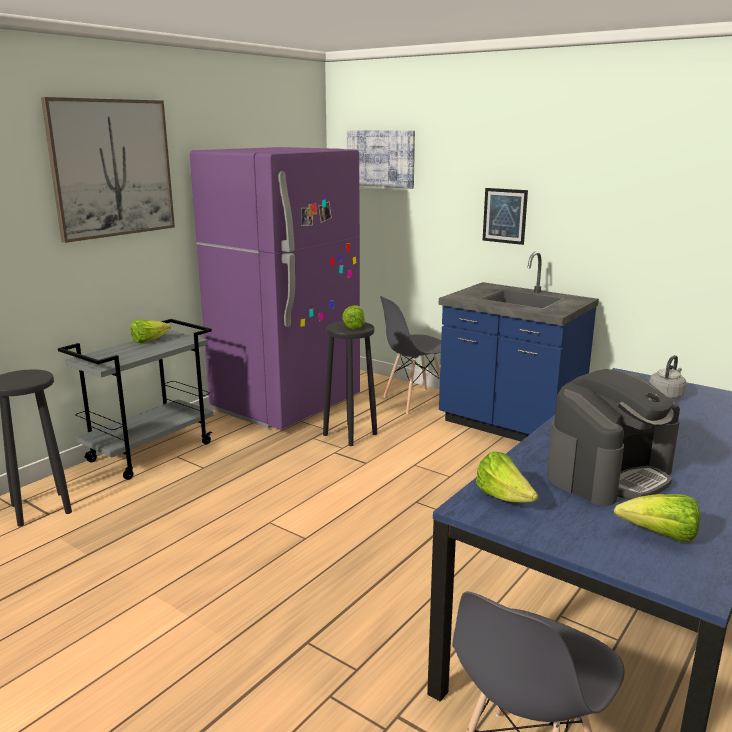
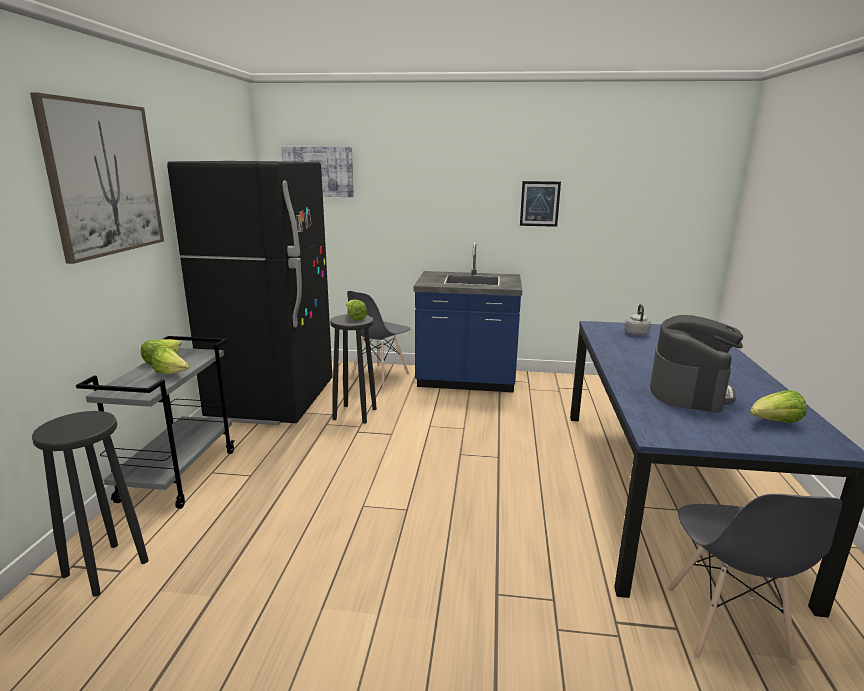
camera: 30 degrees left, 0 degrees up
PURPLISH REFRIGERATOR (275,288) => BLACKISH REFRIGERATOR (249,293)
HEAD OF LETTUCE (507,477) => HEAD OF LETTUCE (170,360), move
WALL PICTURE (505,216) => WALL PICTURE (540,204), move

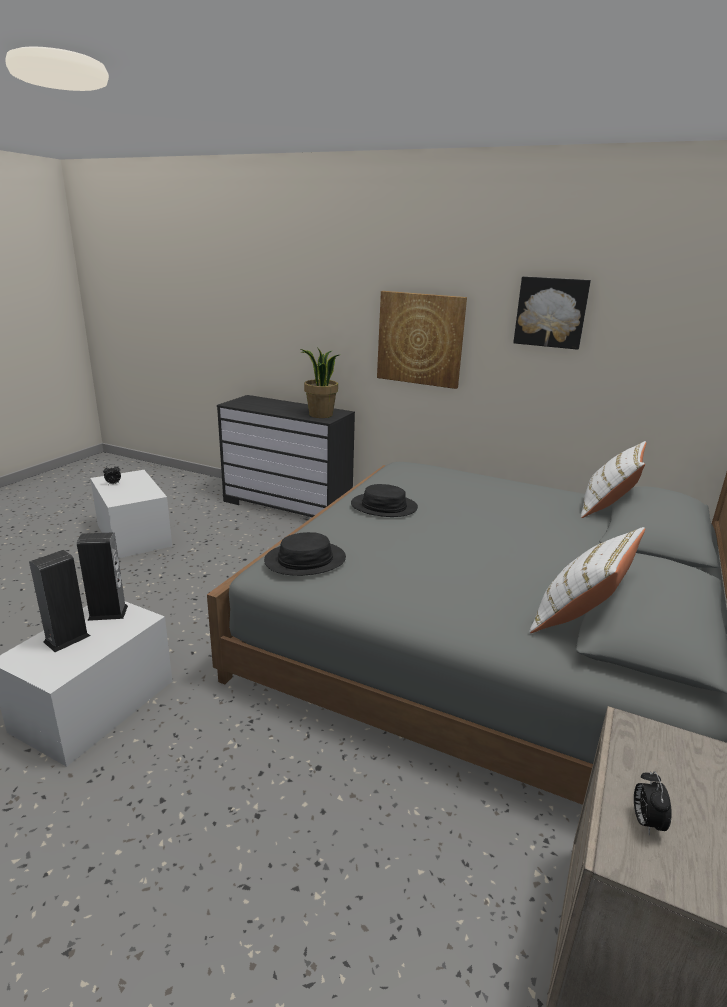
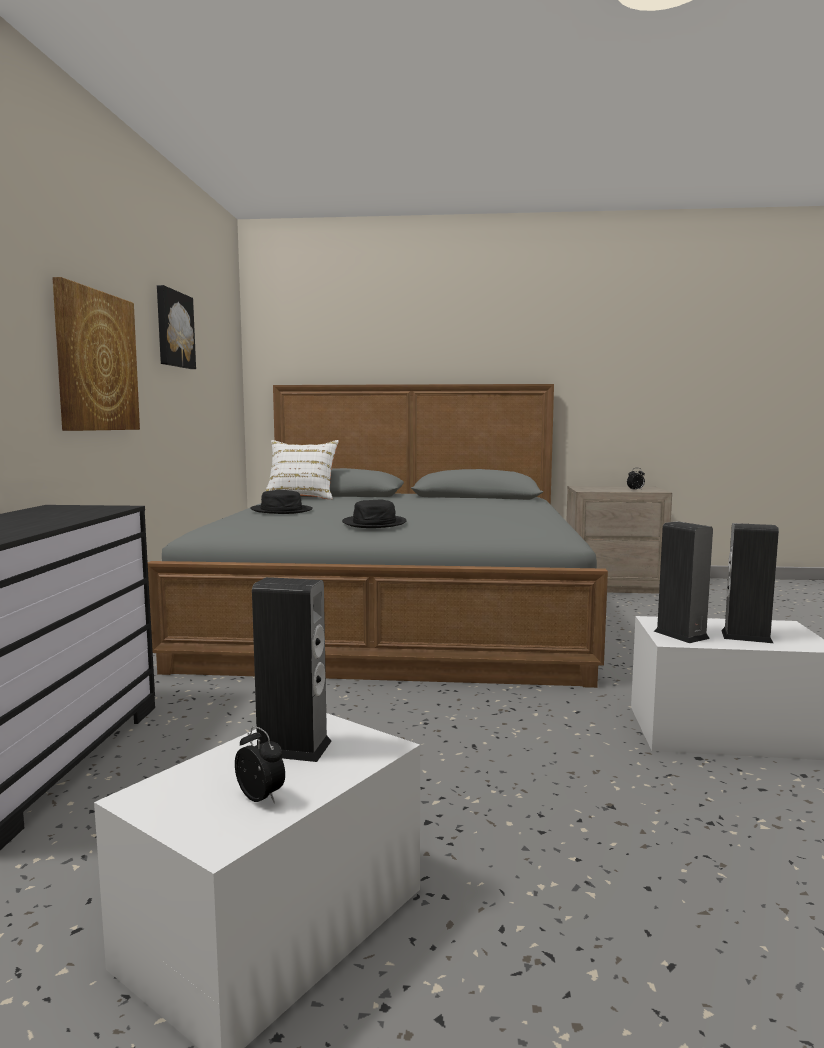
camera: 110 degrees left, 15 degrees down
BLACKISH WEARABLE HAT (305,554) => BLACKISH WEARABLE HAT (281,502), move
POTTED PLANT (320,382) => nothing
WHITE PILLOW (587,580) => nothing
nothing => LOUDSPEAKER (292,669)

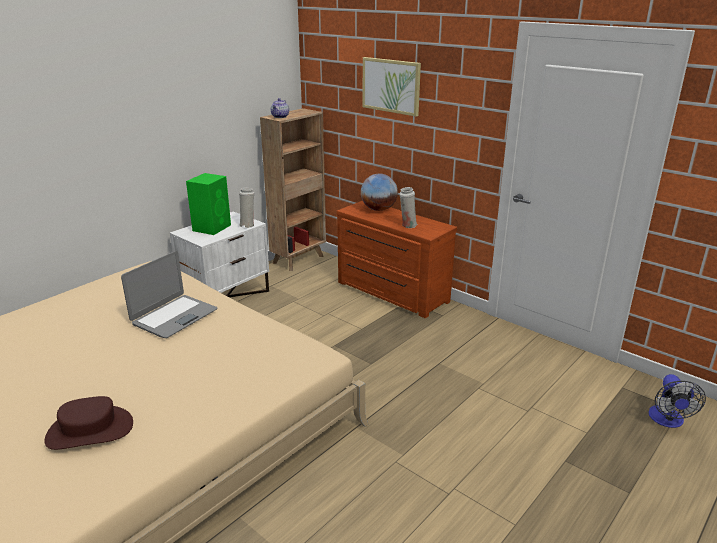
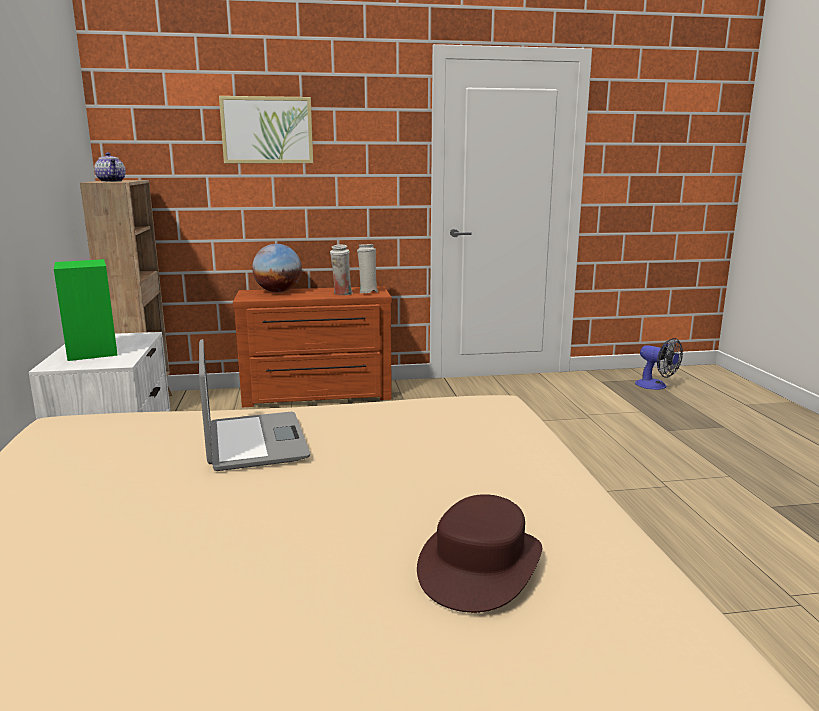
camera: 50 degrees left, 10 degrees down
WHITE DECORATIVE VASE (246,208) => WHITE DECORATIVE VASE (367,268), move

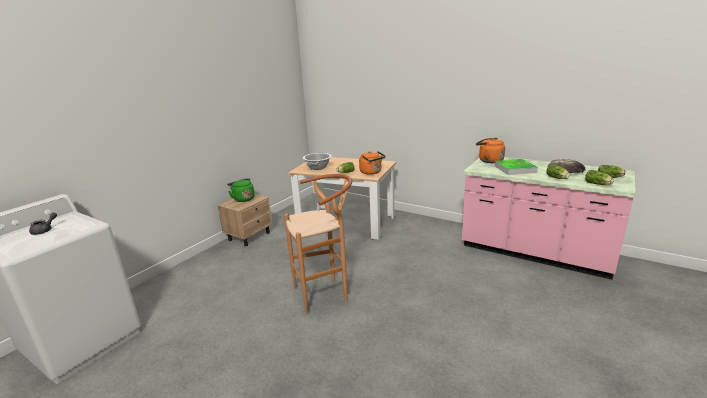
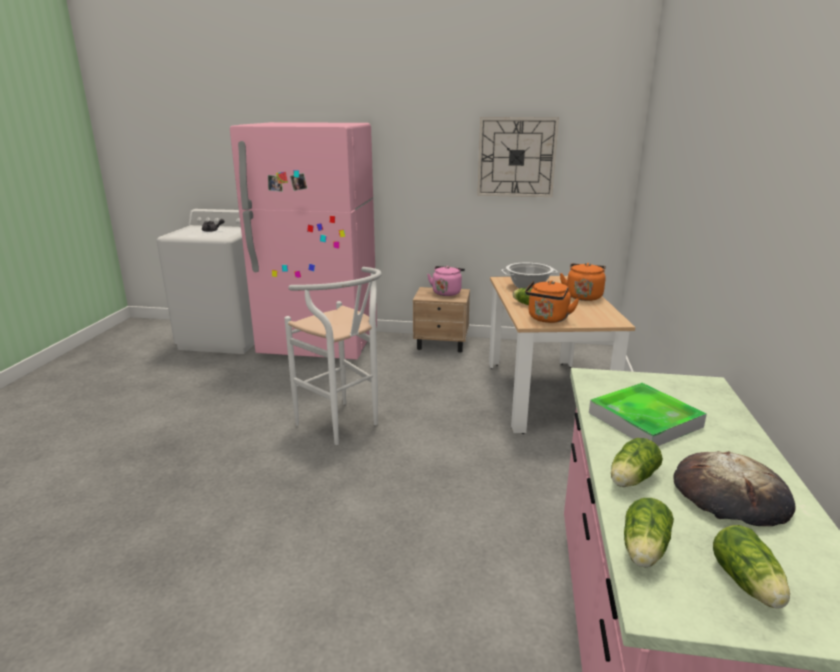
camera: 65 degrees right, 0 degrees up
GREENISH WATER KETTLE (240,190) => PINK WATER KETTLE (446,281)
BROWNISH STOOL SEAT (318,244) => WHITE STOOL SEAT (333,356)
ORANGE-COLOURED WATER KETTLE (490,150) => ORANGE-COLOURED WATER KETTLE (583,282), move
nothing => PINK REFRIGERATOR (303,241)
nothing => WALL CLOCK (518,157)

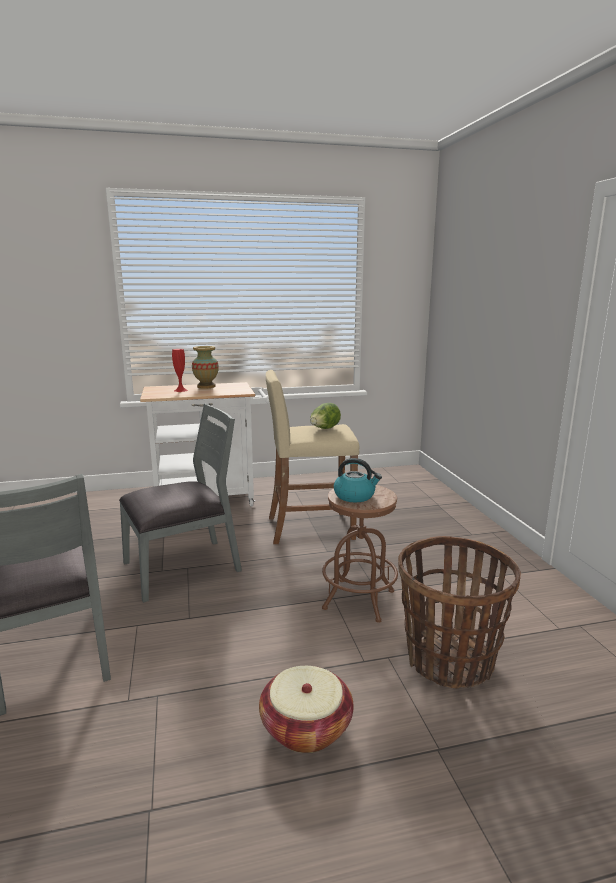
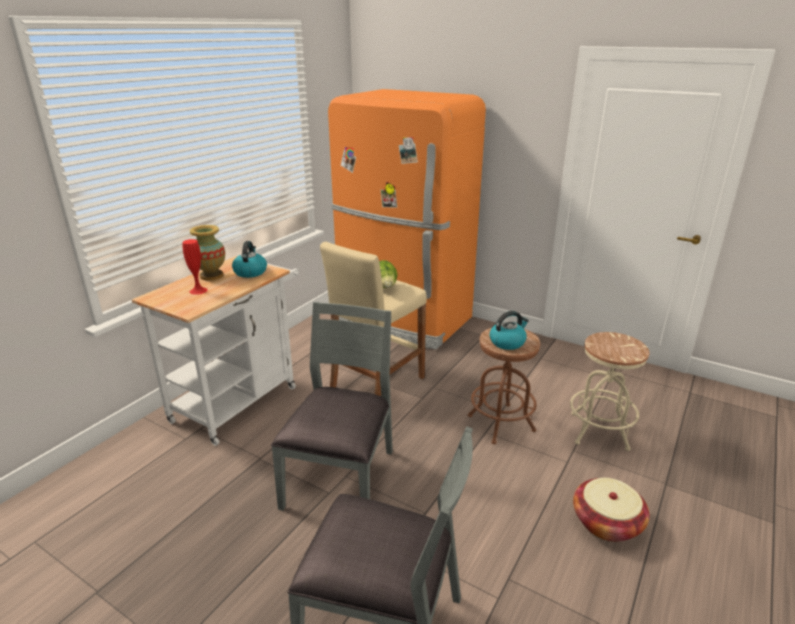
camera: 45 degrees left, 10 degrees up
STORAGE BASKET (459,612) => BEIGE STOOL SEAT (610,391)
nothing => WATER KETTLE (249,259)
nothing => ORANGE-COLOURED REFRIGERATOR (407,219)

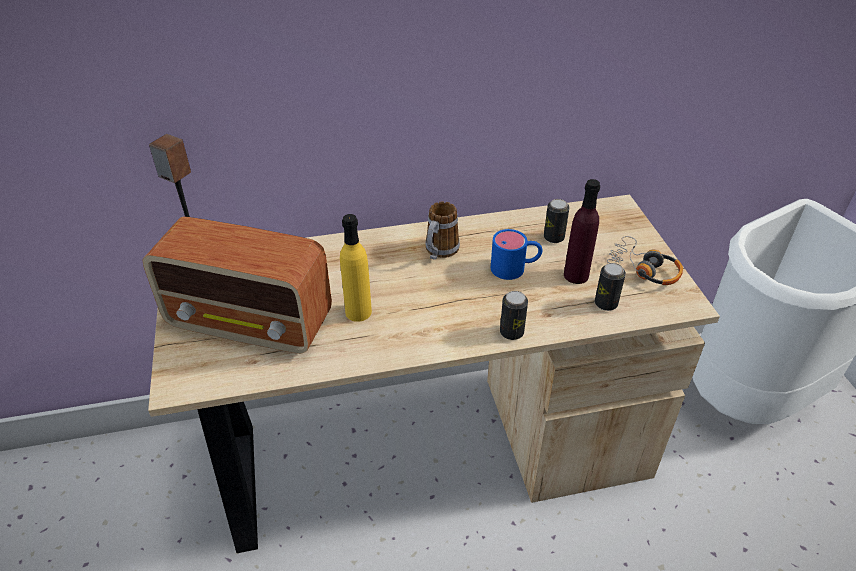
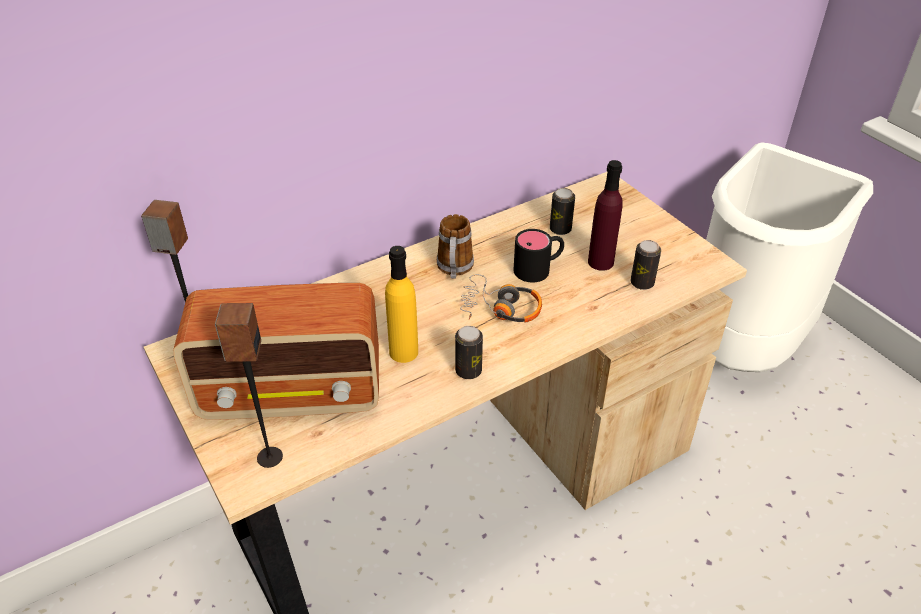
camera: 20 degrees left, 0 degrees up
BLUE-COLOURED MUG (516,254) => BLACKISH MUG (539,256)
SEALED CAN (514,315) => SEALED CAN (469,352), move
HEADPHONES (645,260) => HEADPHONES (501,298), move
nothing => LOUDSPEAKER (249,385)

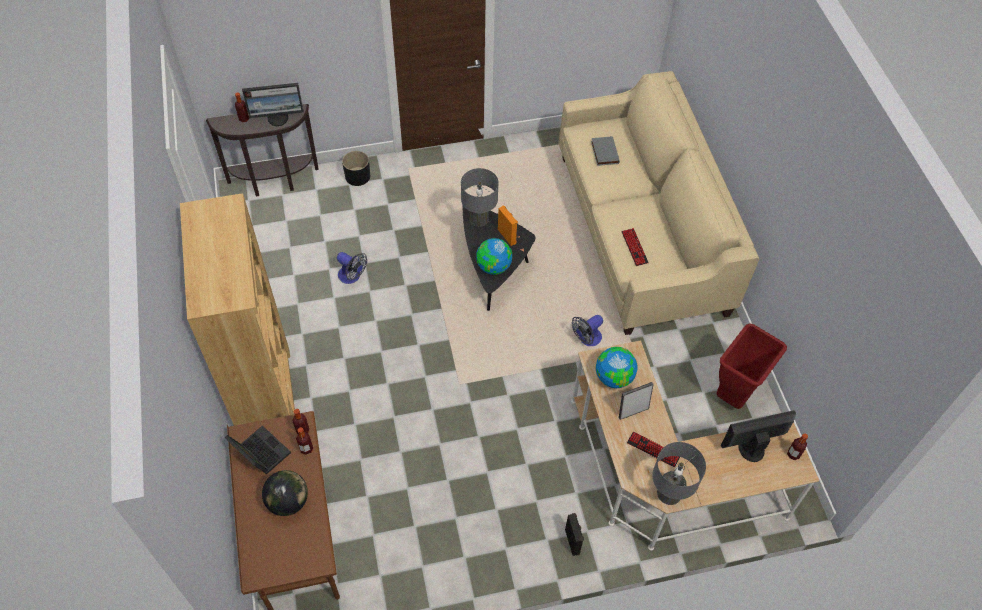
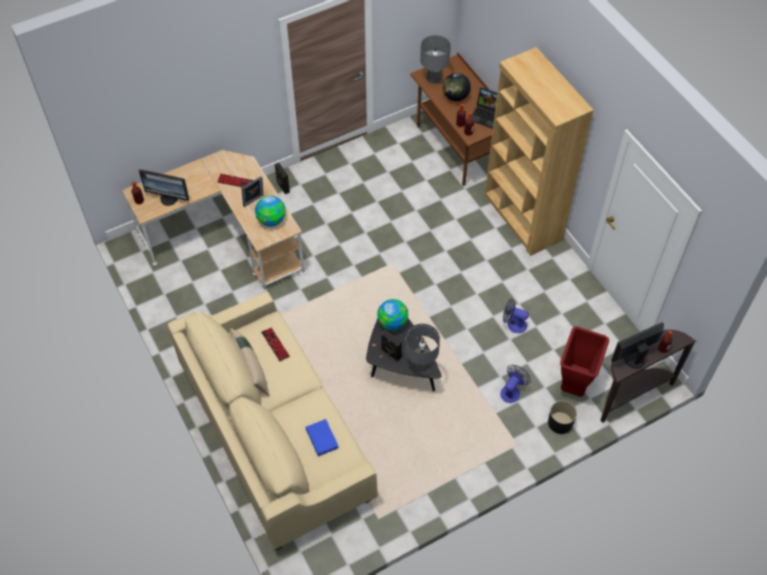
camera: 165 degrees right, 0 degrees up
ORANGE-COLOURED LOUDSPEAKER (508,225) => BLACKISH LOUDSPEAKER (391,345)
COOLING FAN (587,330) => COOLING FAN (515,384), move
GREYISH VOLUME (605,151) => BLUE-COLOURED VOLUME (322,437)
GREYISH LAMP FOR A TABLE (679,473) => GREYISH LAMP FOR A TABLE (435,59), move
RED TRASH CAN (752,366) => RED TRASH CAN (584,362), move
MONITOR (758,436) => MONITOR (164,187), 45 degrees clockwise
nothing => BEIGE PILLOW (249,362)

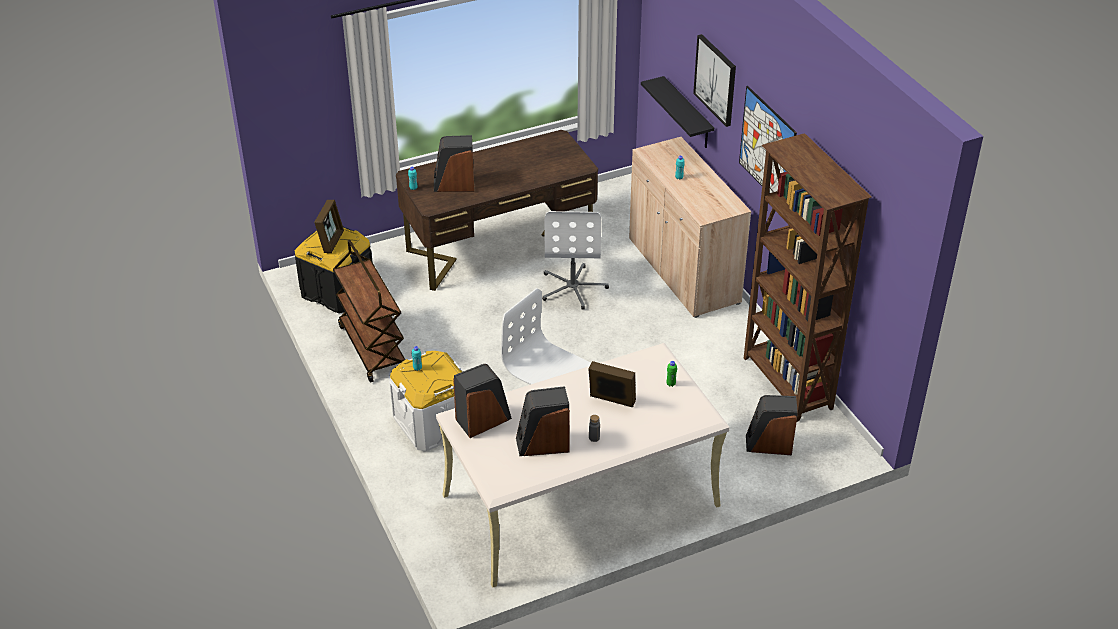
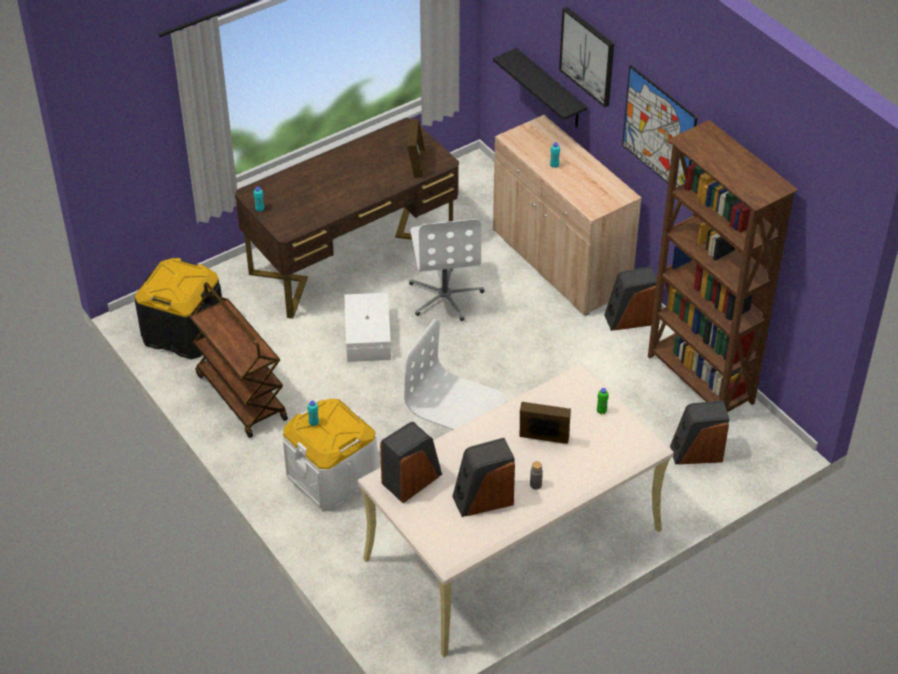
camera: 10 degrees left, 5 degrees up
STANDING FRAME (329,226) => STANDING FRAME (416,148), move
LOUDSPEAKER (454,163) => LOUDSPEAKER (630,298), move
nothing => WHITE STORAGE BIN (368,327)

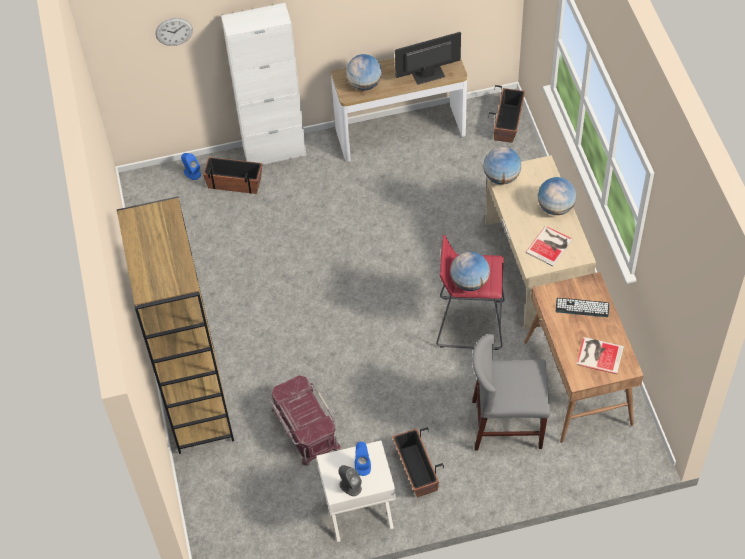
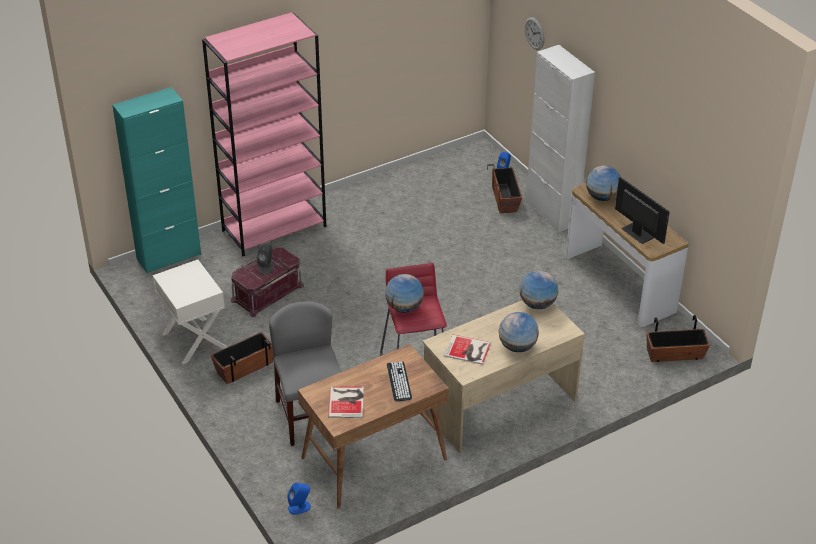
camera: 70 degrees right, 15 degrees down
BROWNISH SHELVING UNIT (175,325) => PINK SHELVING UNIT (264,134)
GREYISH LOUDSPEAKER (350,480) => GREYISH LOUDSPEAKER (266,260), move
BLUE-COLOURED LOUDSPEAKER (363,459) => BLUE-COLOURED LOUDSPEAKER (299,499), move
nothing => TURQUOISE-COLOURED STORAGE CABINET (156,180)

